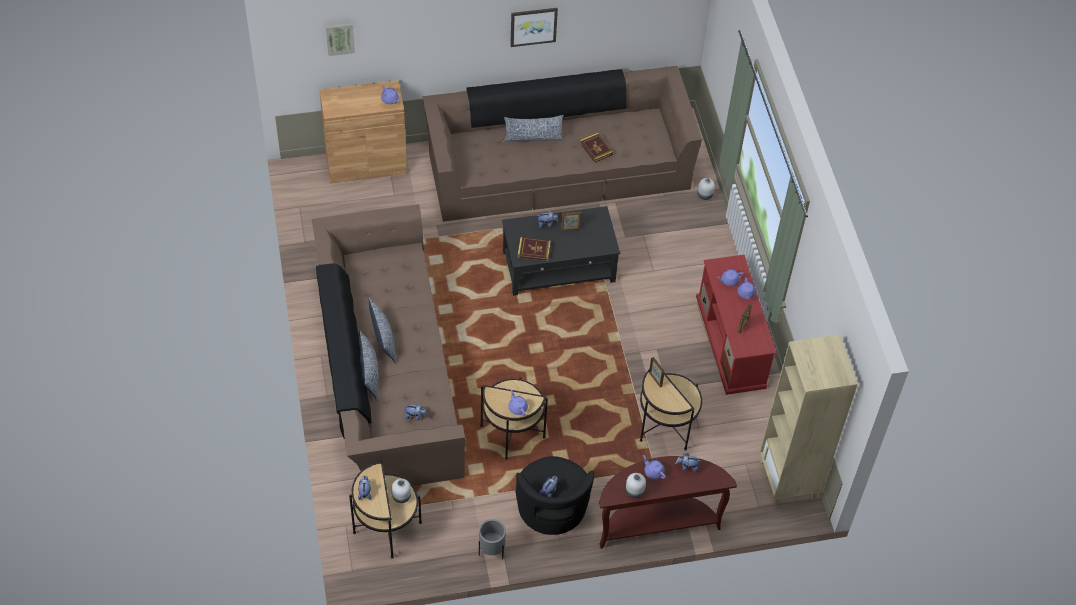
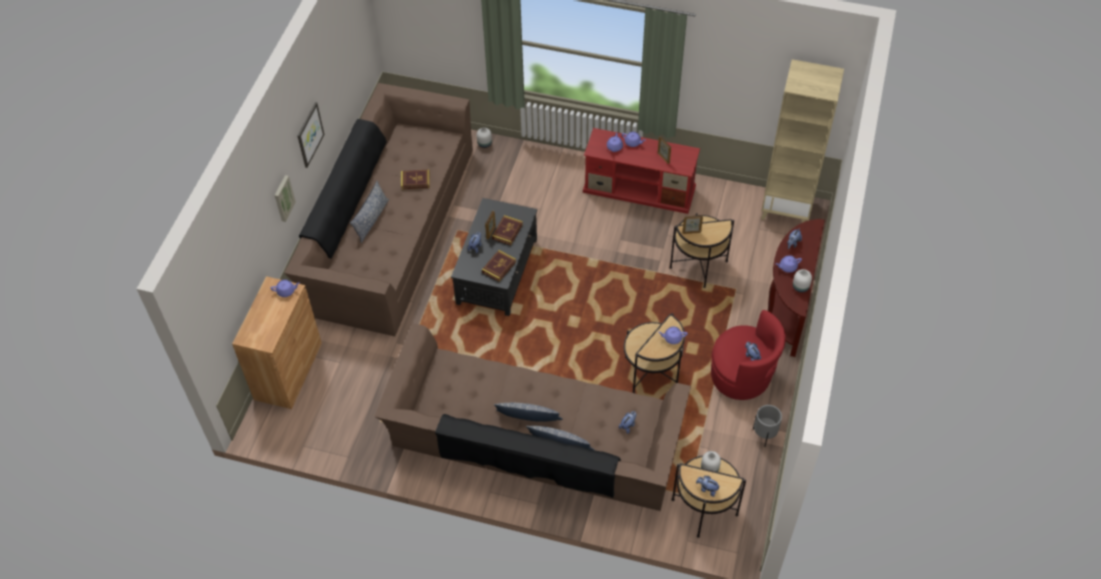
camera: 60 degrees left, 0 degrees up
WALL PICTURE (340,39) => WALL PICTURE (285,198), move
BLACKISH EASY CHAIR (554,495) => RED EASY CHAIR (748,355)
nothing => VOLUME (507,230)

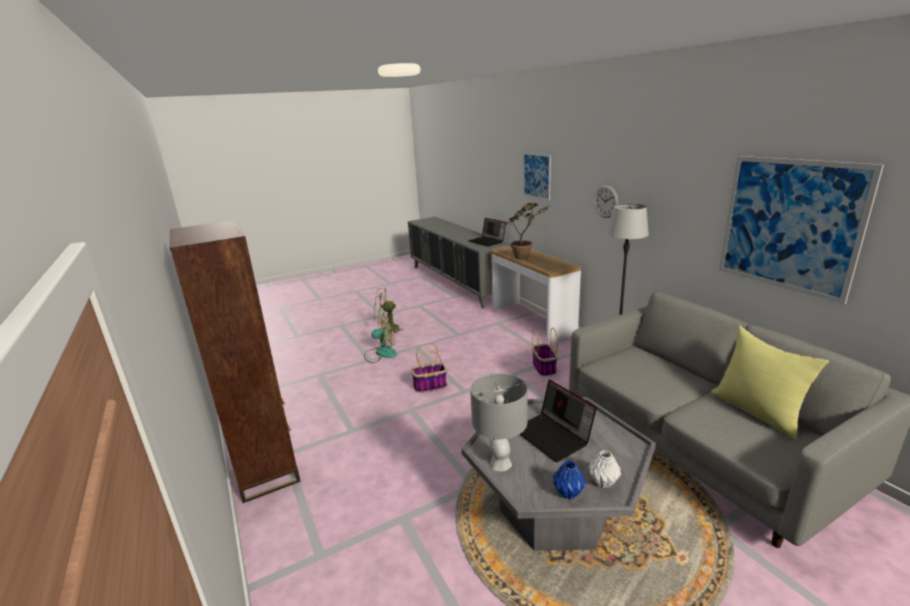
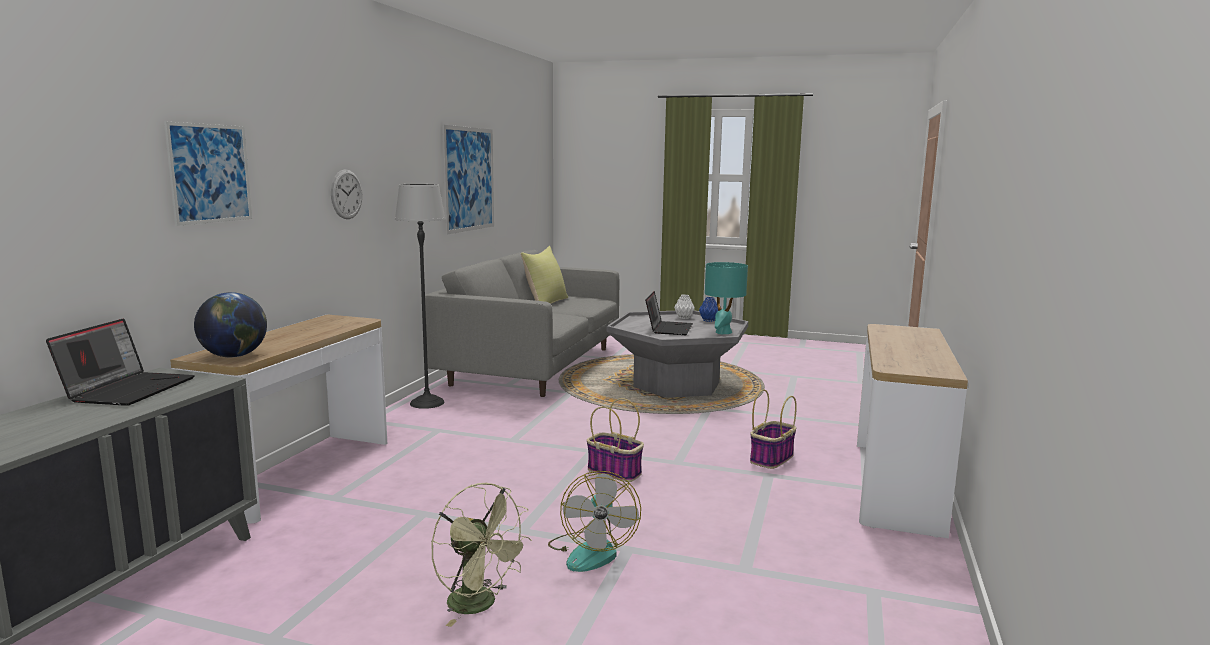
camera: 135 degrees left, 10 degrees down
BROWNISH SHELVING UNIT (235,361) => CONSOLE TABLE (912,431)
COOLING FAN (380,339) => COOLING FAN (594,521), 135 degrees counterclockwise
GREYISH LAMP FOR A TABLE (499,422) => TURQUOISE-COLOURED LAMP FOR A TABLE (726,298)
POTTED PLANT (526,231) => nothing
STORAGE BASKET (545,352) => STORAGE BASKET (773,429), move
nothing => GLOBE (230,324)

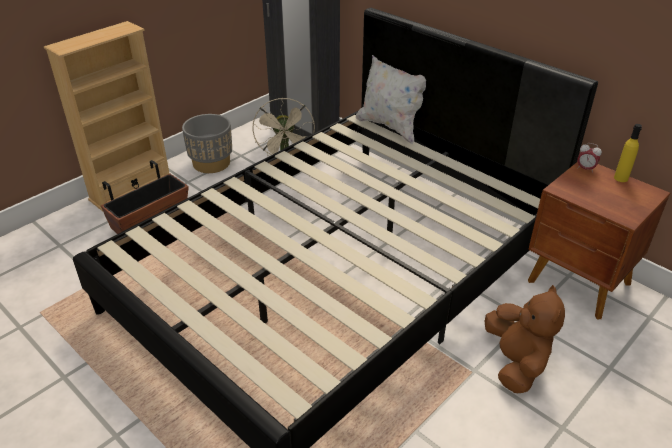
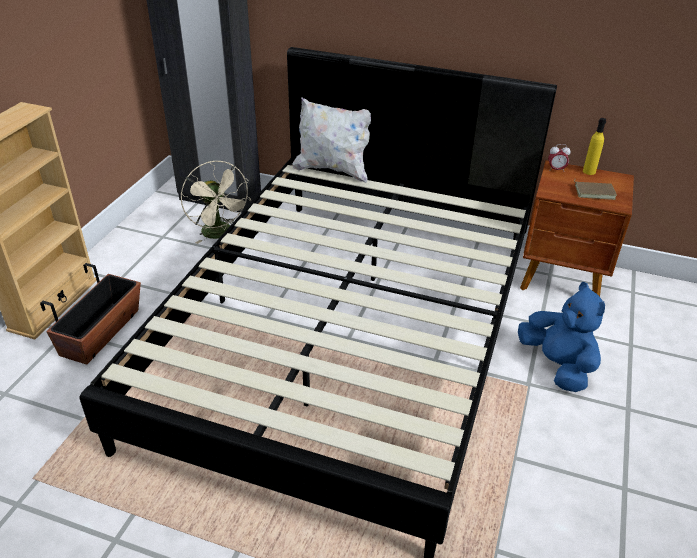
camera: 25 degrees left, 0 degrees up
GREYISH PLANT POT (207,143) => nothing
BROWNISH SOFT TOY (525,339) => BLUE-COLOURED SOFT TOY (561,337)
nothing => BROWNISH VOLUME (595,189)

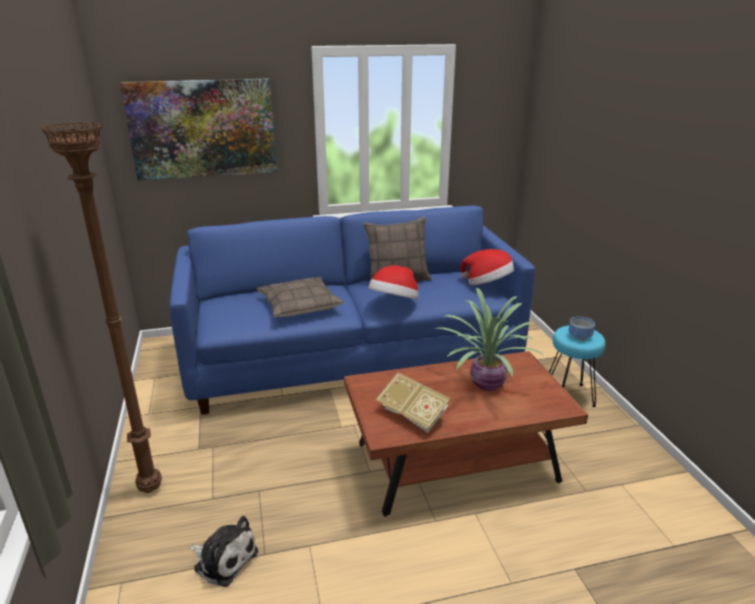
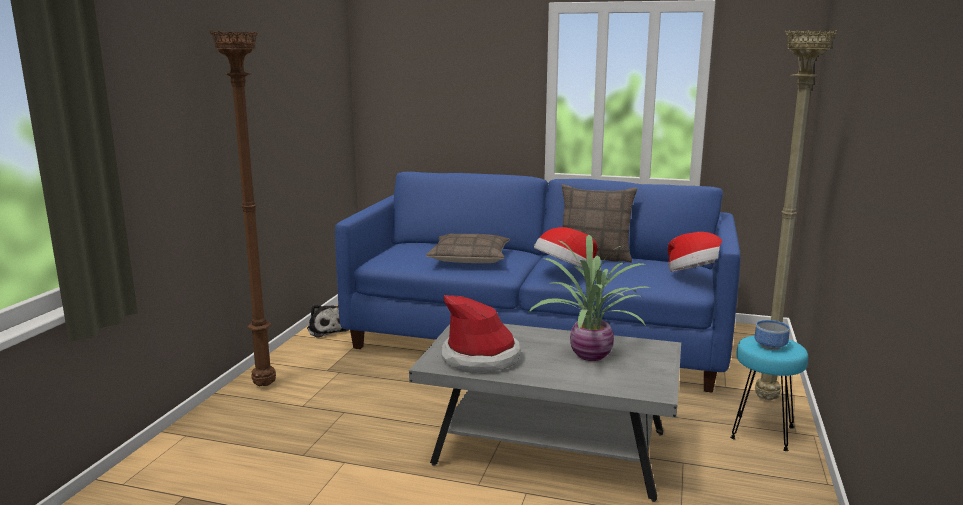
camera: 30 degrees right, 10 degrees down
WALL PICTURE (198,129) => nothing
SOFT TOY (223,551) => SOFT TOY (327,321), move
BROWNISH LOW TABLE (466,434) => GREYISH LOW TABLE (545,413)
VOLUME (413,402) => WEARABLE HAT (481,334)
nothing => BEIGE STANDARD LAMP (796,215)

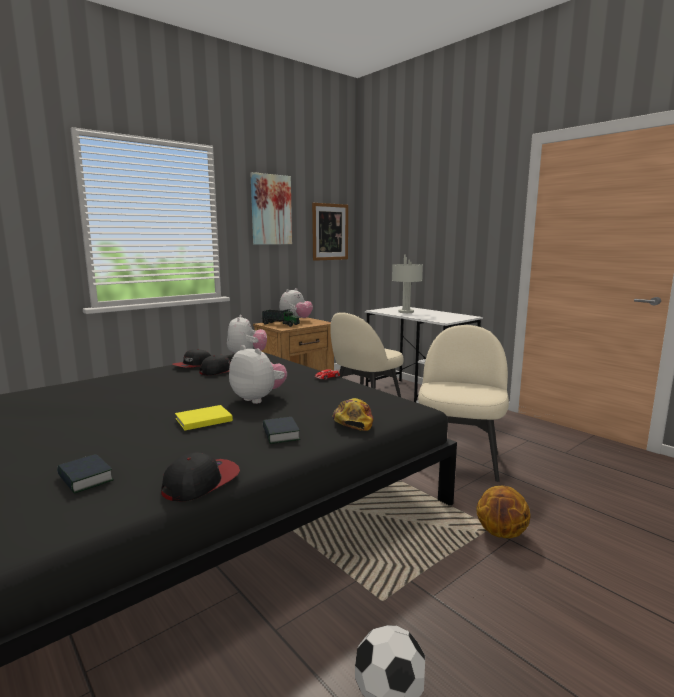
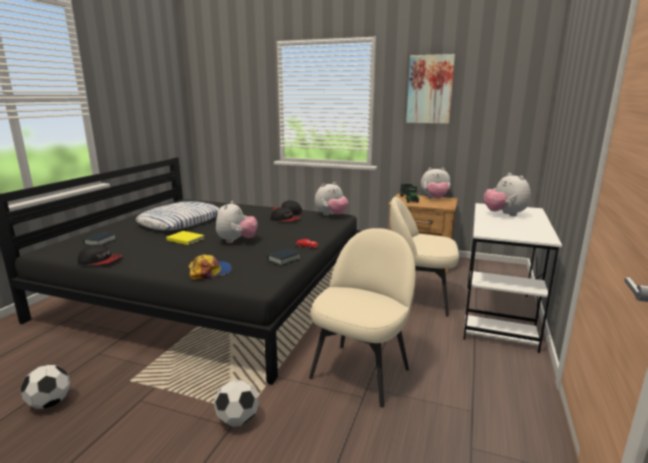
camera: 60 degrees right, 5 degrees up
VOLUME (281,430) => VOLUME (284,257), move
WALL PICTURE (330,232) => nothing
GREYISH LAMP FOR A TABLE (407,283) => SOFT TOY (507,194)
BEIGE UPRIGHT CHAIR (463,403) => BEIGE UPRIGHT CHAIR (362,318), 45 degrees counterclockwise
BASKETBALL BALL (503,512) => FOOTBALL (236,403)
nothing => PILLOW (178,215)

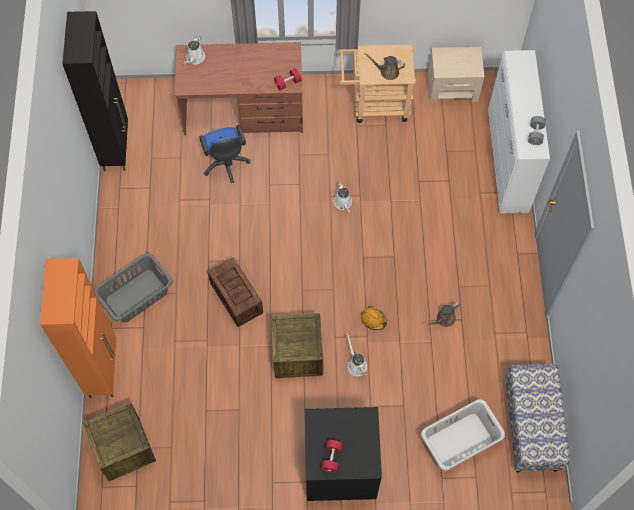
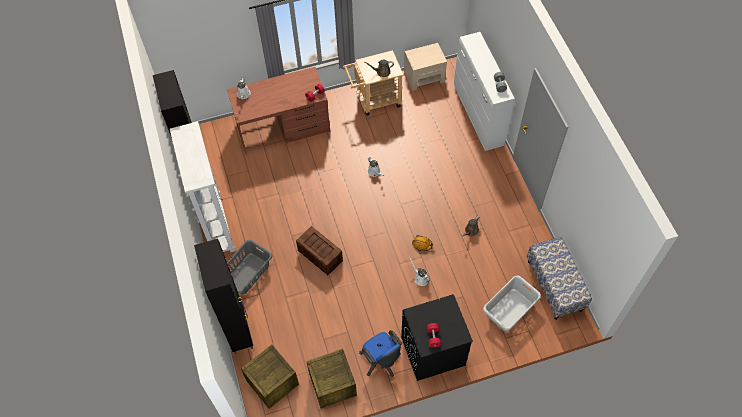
camera: 15 degrees left, 5 degrees down
ORANGE-COLOURED STORAGE CABINET (78,328) => BLACKISH STORAGE CABINET (223,296)
BLUE-COLOURED OFFICE CHAIR (224,154) => BLUE-COLOURED OFFICE CHAIR (380,353), move
SHIPPING CRATE (297,345) => SHIPPING CRATE (331,379), move
nothing => WHITE SHELVING UNIT (202,186)

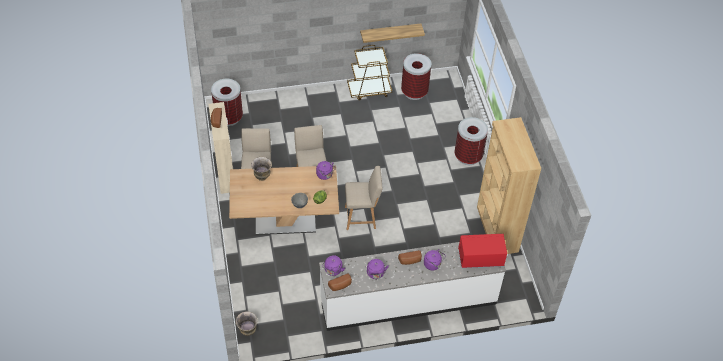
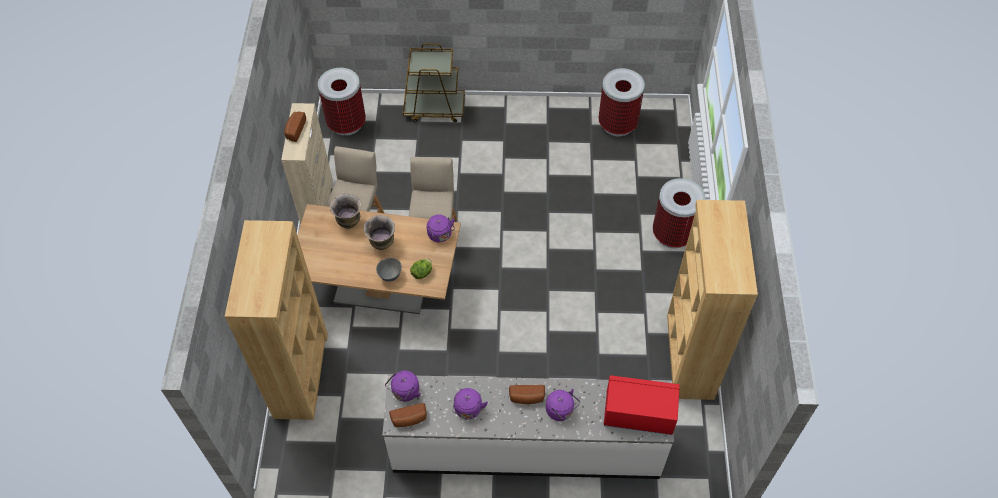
camera: 15 degrees right, 5 degrees up
DECORATIVE VASE (247,323) => DECORATIVE VASE (379,232), move
BEIGE UPRIGHT CHAIR (364,198) => nothing
BROWNISH CART (369,73) => BROWNISH CART (434,83), move
BRACKET SHELF (392,33) => nothing
nothing => BROWNISH SHELVING UNIT (276,320)

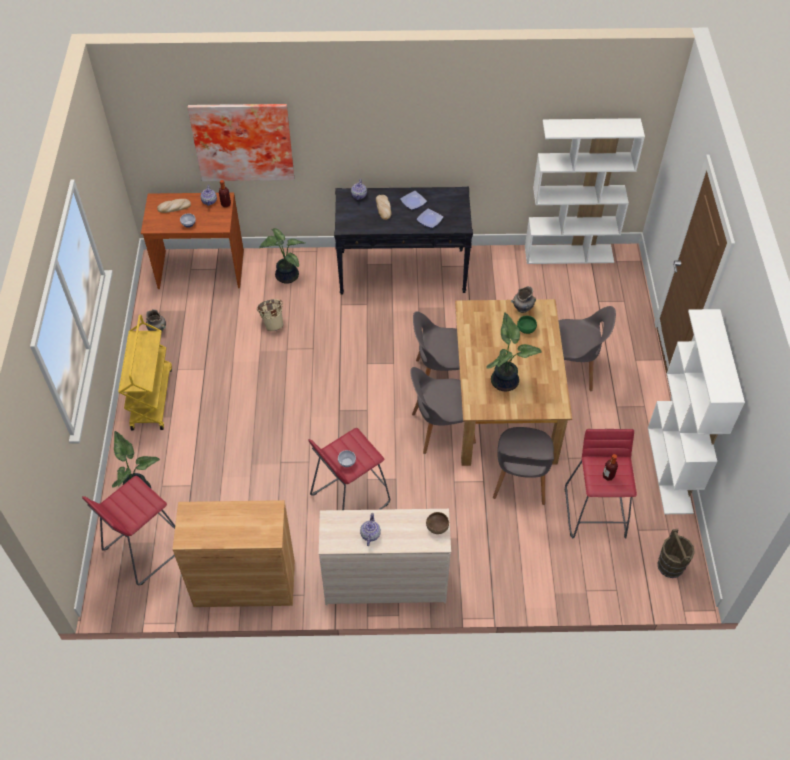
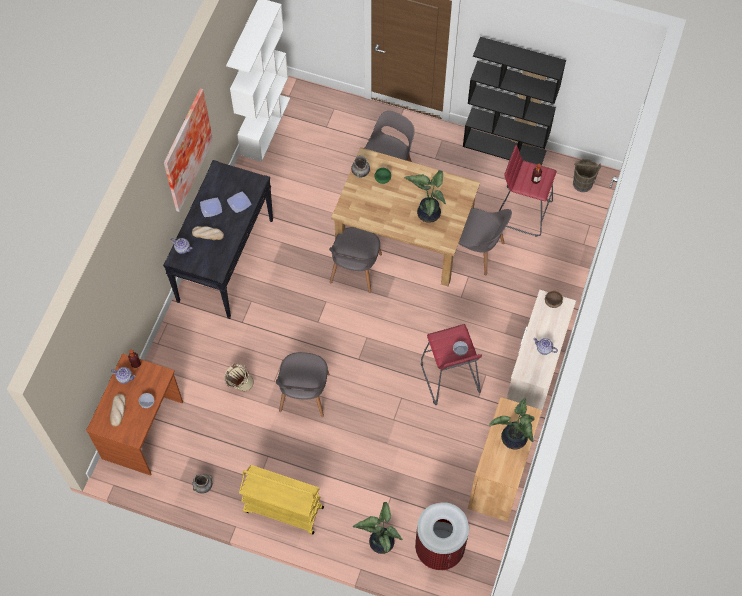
camera: 70 degrees left, 10 degrees up
RED STOOL SEAT (128,530) => TRASH CAN (442,536)
WALL PICTURE (240,142) => WALL PICTURE (188,150), move
POTTED PLANT (282,256) => POTTED PLANT (512,423), move
GREYISH UPRIGHT CHAIR (443,410) => GREYISH UPRIGHT CHAIR (303,384), move
WHITE SHELVING UNIT (696,411) => BLACKISH SHELVING UNIT (514,101)

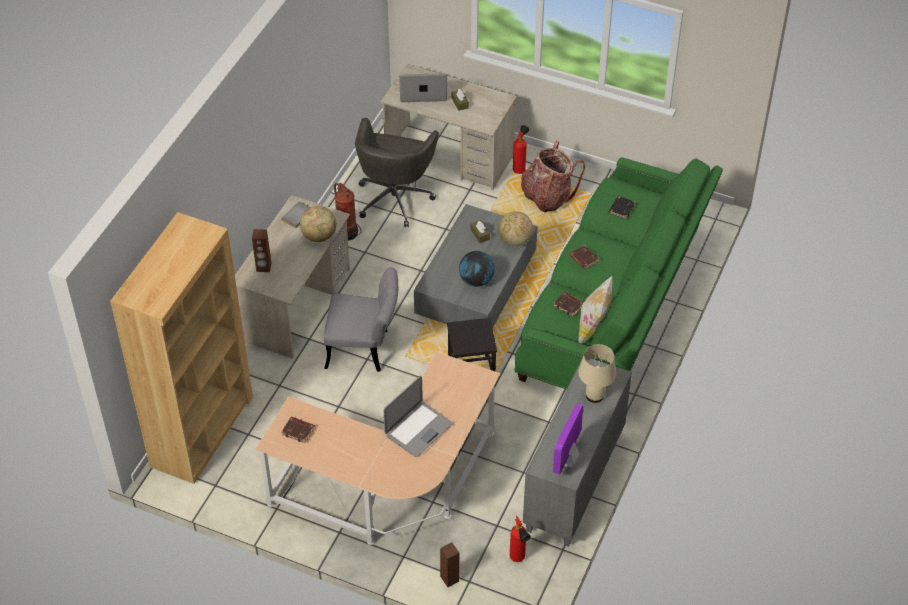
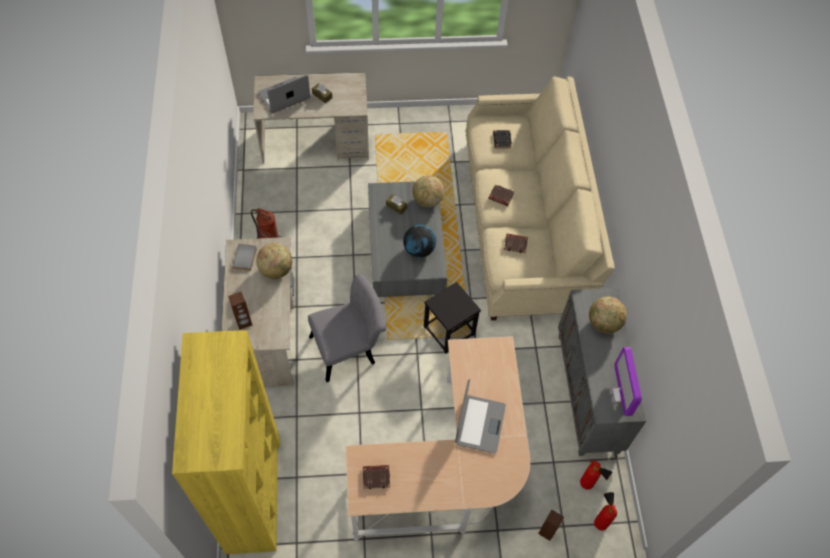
camera: 30 degrees left, 10 degrees up
BROWNISH SHELVING UNIT (181,348) => YELLOW-COLOURED SHELVING UNIT (226,442)
GREYISH OFFICE CHAIR (397,172) => nothing
EXTINGUISHER (521,149) => EXTINGUISHER (605,511), move
GREENISH SETTEE (618,273) => BEIGE SETTEE (540,198)
KNAPSACK (553,177) => nothing
BEIGE LAMP FOR A TABLE (597,373) => GLOBE (608,315)
PILLOW (596,310) => nothing

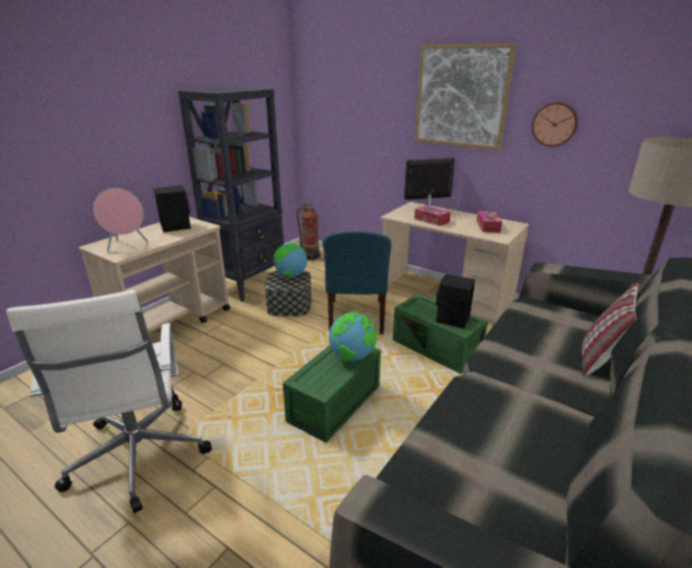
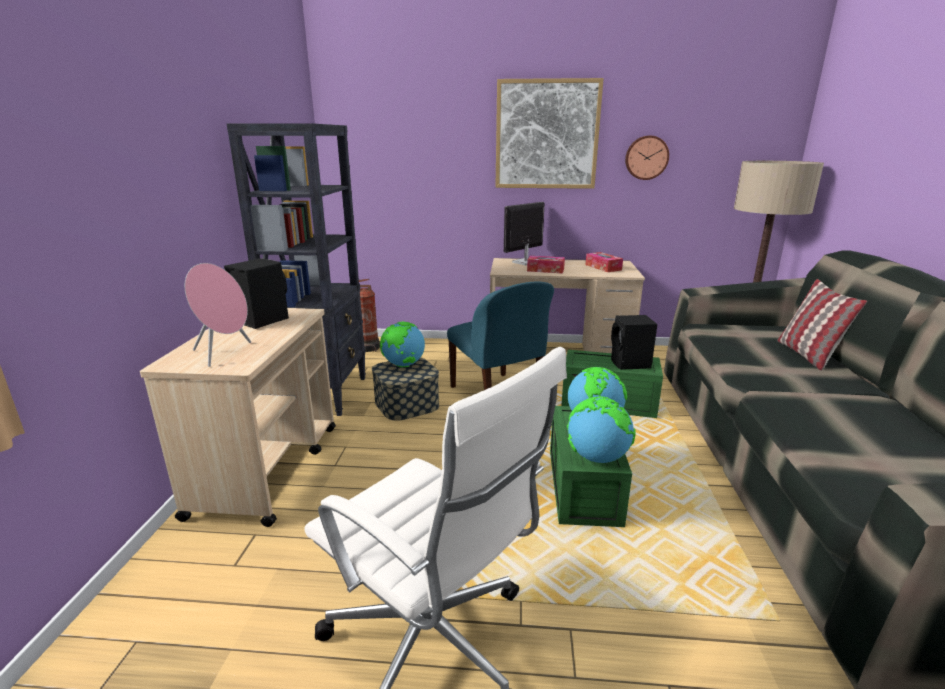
camera: 30 degrees left, 5 degrees down
nothing => GLOBE (601,429)

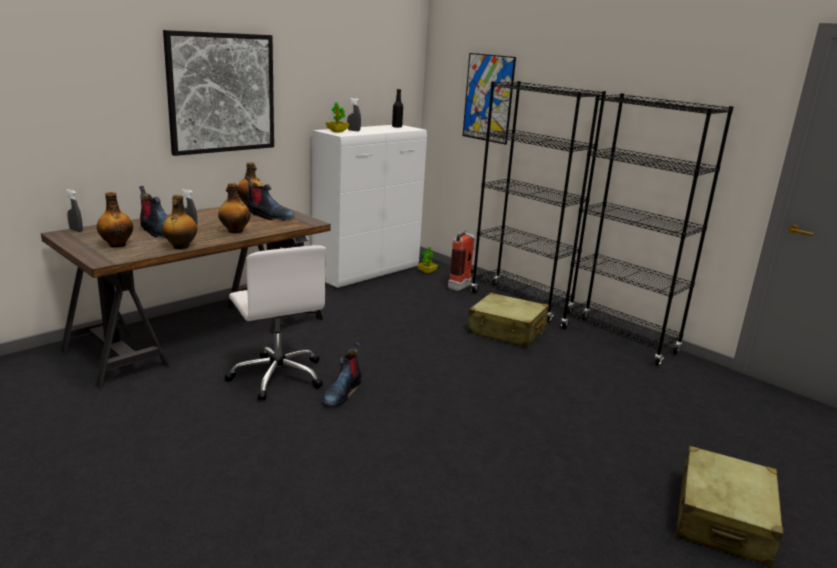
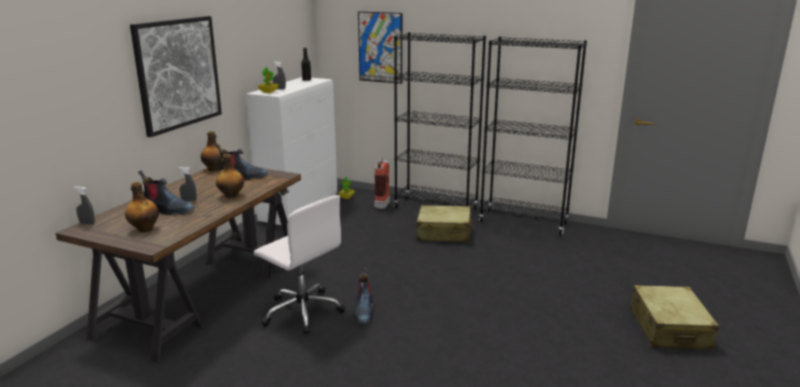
camera: 20 degrees left, 0 degrees up
BOTTLE (179,222) => nothing

